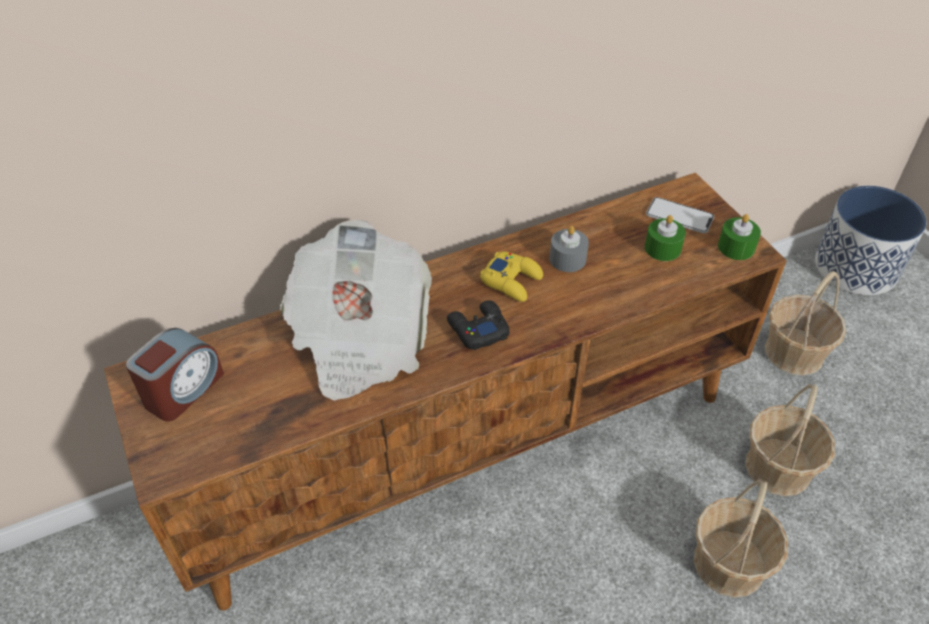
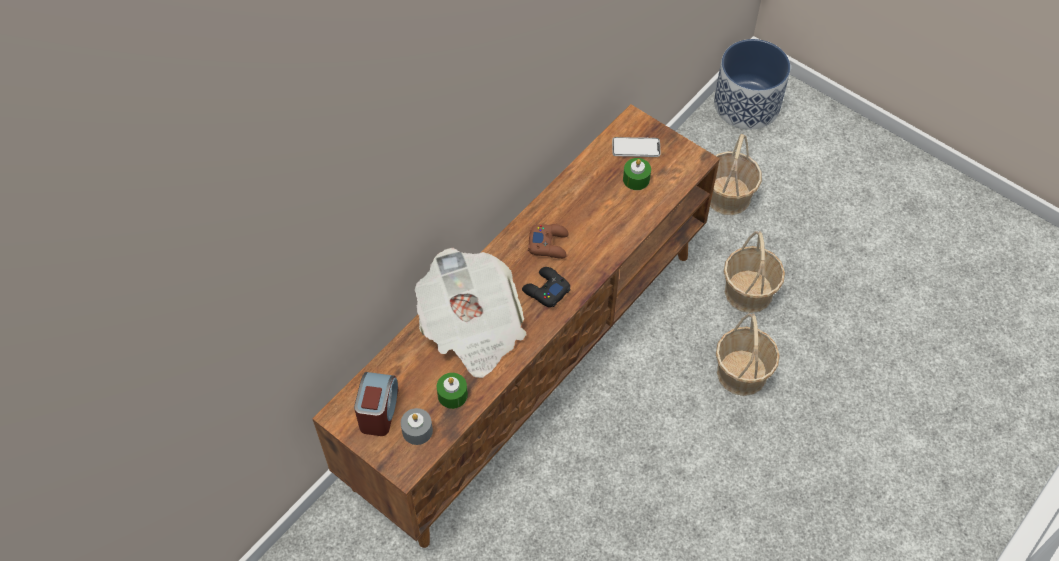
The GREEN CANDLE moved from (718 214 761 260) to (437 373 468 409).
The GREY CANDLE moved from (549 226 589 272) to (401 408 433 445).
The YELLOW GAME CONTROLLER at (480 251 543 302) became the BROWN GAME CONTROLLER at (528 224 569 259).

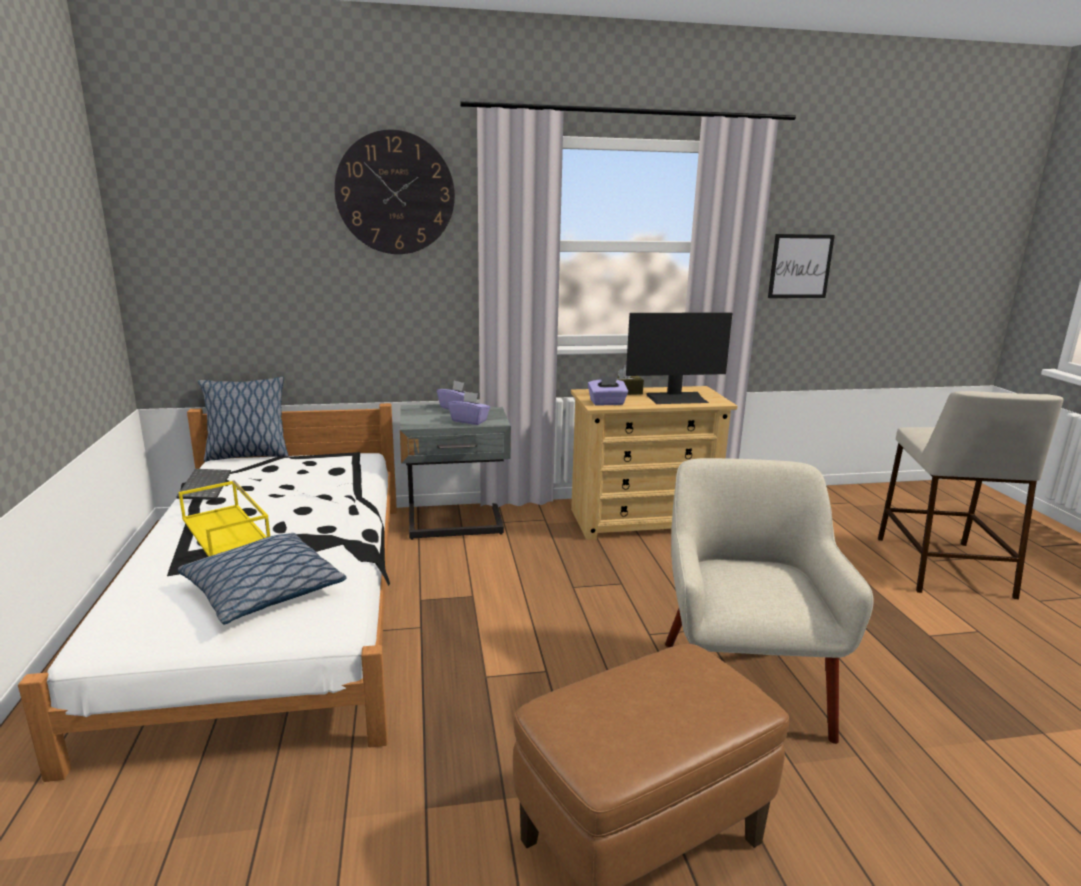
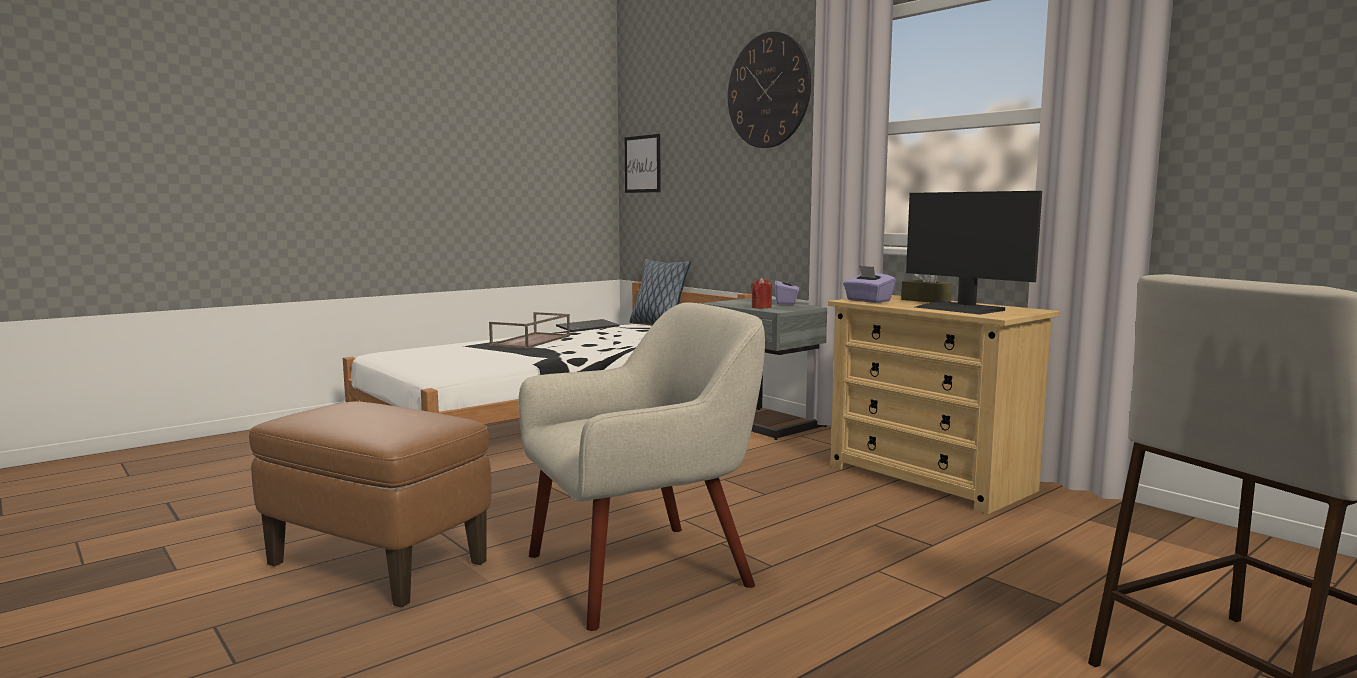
The PICTURE moved from (768 234 835 298) to (625 134 660 193).
The PURPLE TISSUE BOX at (448 392 490 425) was replaced by the RED CANDLE at (751 278 772 309).
The YELLOW TRAY at (178 480 270 557) became the BROWN TRAY at (489 312 570 349).
The PILLOW at (178 533 347 625) disappeared.

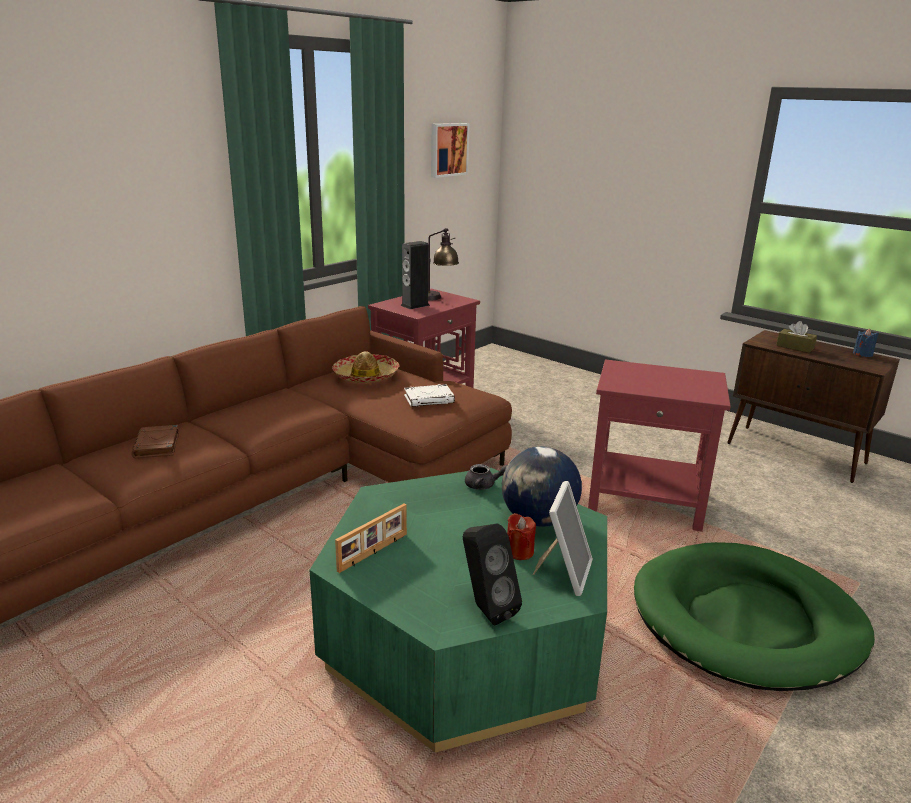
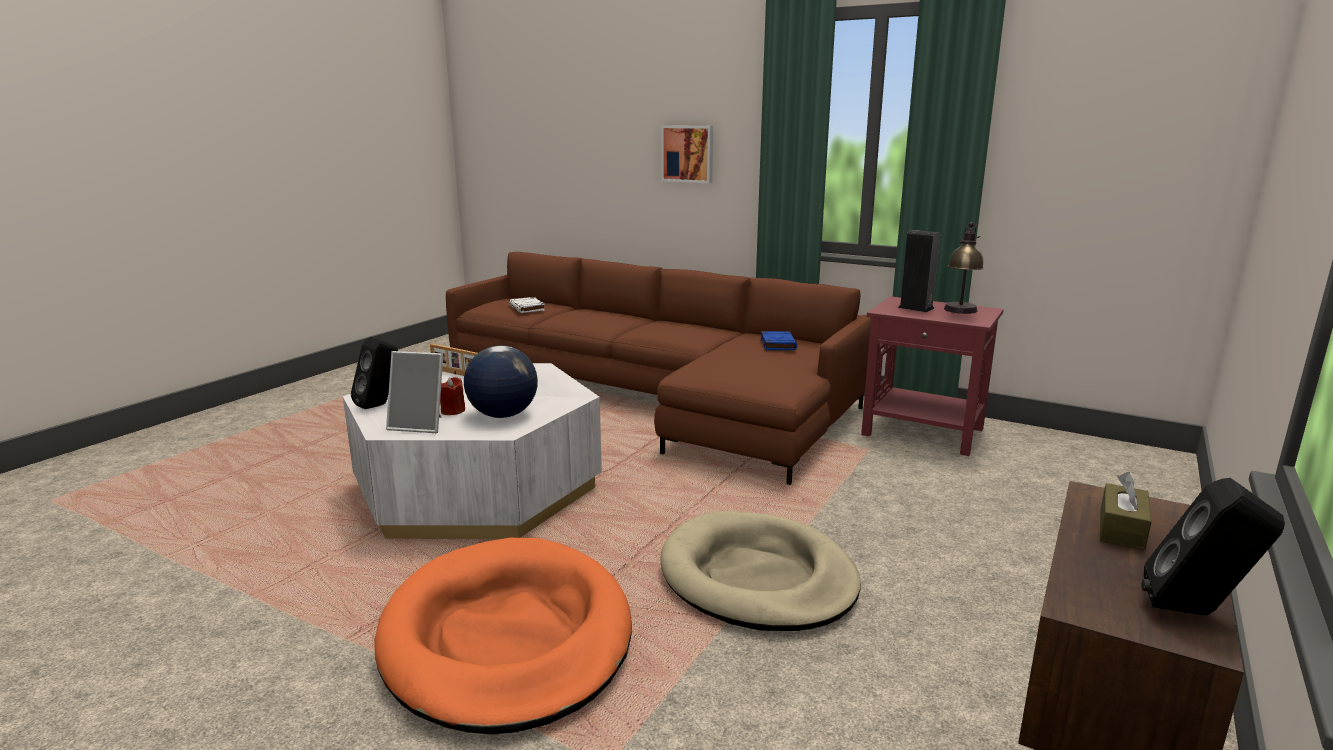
The PICTURE moved from (431 123 470 178) to (661 125 713 183).
The BLUE CANDLE at (853 329 879 357) was replaced by the BLACK SPEAKER at (1142 478 1285 615).
The HAT at (332 351 400 383) was replaced by the BLUE BOOK at (761 331 797 350).
The RED SIDE TABLE at (588 359 731 532) was replaced by the BEIGE DOG BED at (660 511 861 631).
The WHITE BOOK moved from (404 384 455 407) to (509 297 545 313).
The BROWN BOOK at (131 425 179 459) disappeared.
The GREY TEAPOT at (465 464 507 490) disappeared.
The GREEN COFFEE TABLE at (310 468 607 753) became the WHITE COFFEE TABLE at (343 363 602 539).
The GREEN DOG BED at (634 542 875 691) became the ORANGE DOG BED at (374 538 632 735).

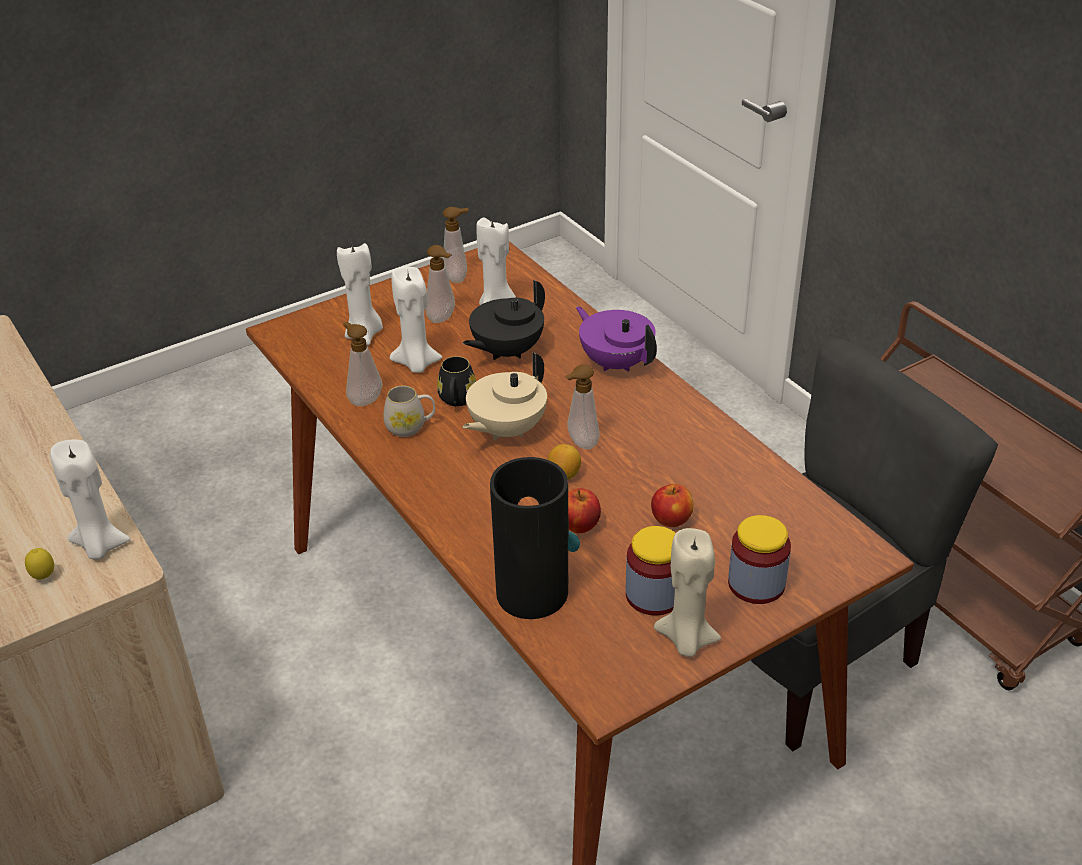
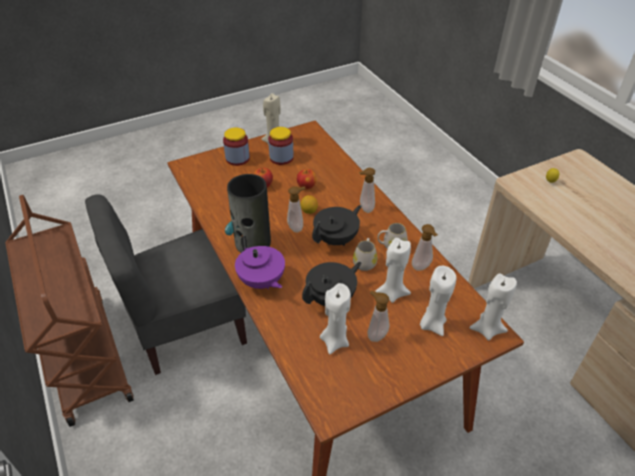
The SOAP DISPENSER moved from (443 207 469 283) to (359 168 375 213).
The BEIGE TEAPOT at (463 352 547 441) became the BLACK TEAPOT at (312 205 361 246).
The BLACK MUG at (437 356 476 406) became the WHITE MUG at (353 238 377 271).
The WHITE CANDLE moved from (50 440 130 560) to (469 273 517 341).
The VASE moved from (490 457 580 619) to (225 174 271 253).

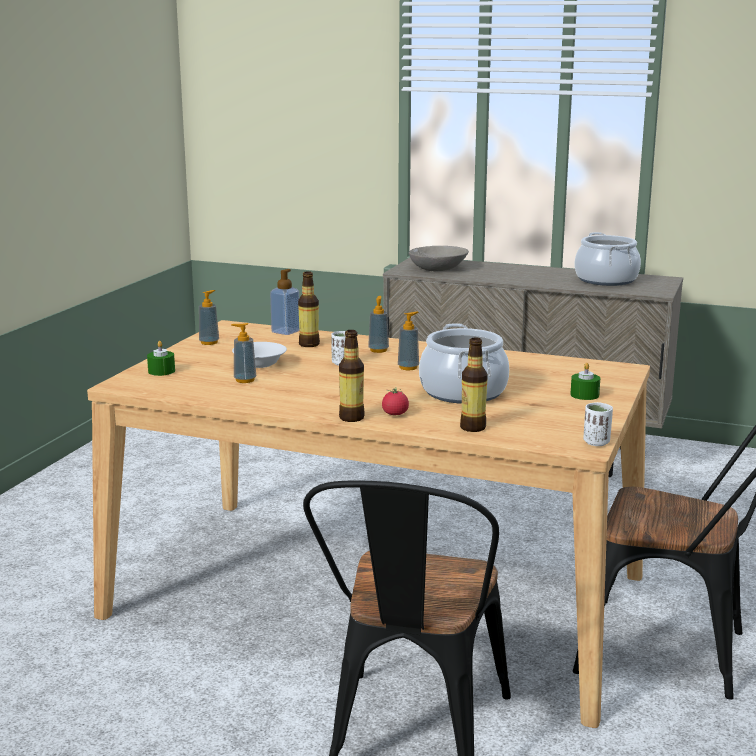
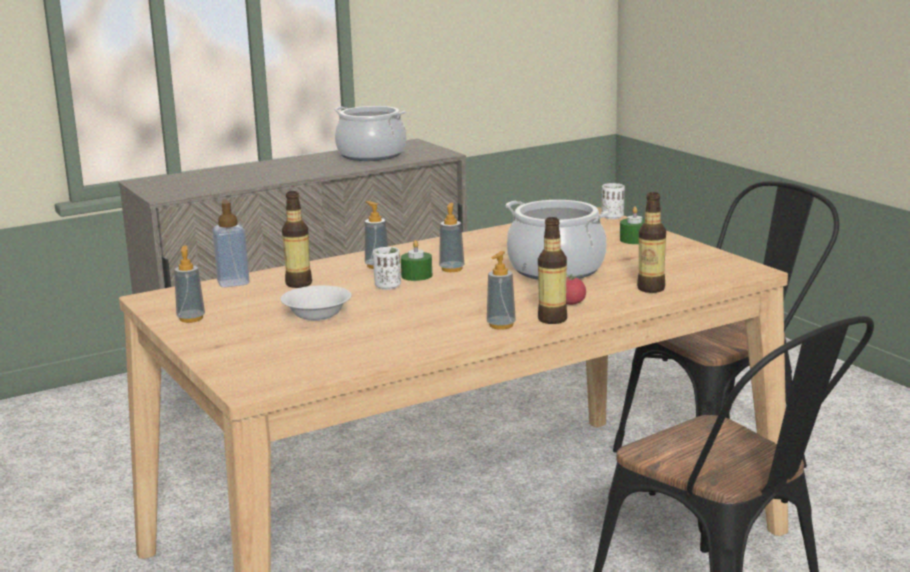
The GREY BOWL at (409 246 469 271) disappeared.
The SOAP DISPENSER moved from (231 323 256 383) to (487 251 516 330).
The GREEN CANDLE moved from (147 341 175 376) to (401 240 432 281).
The WHITE CUP moved from (583 402 613 446) to (602 183 625 219).

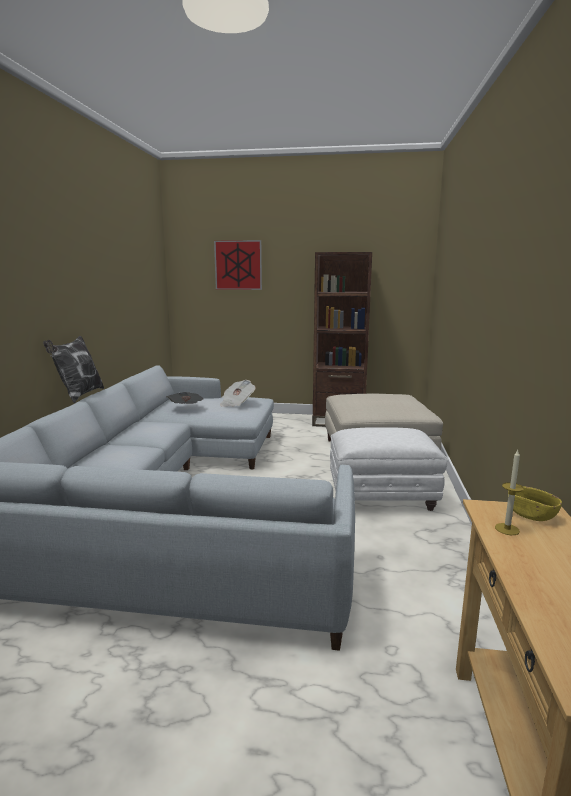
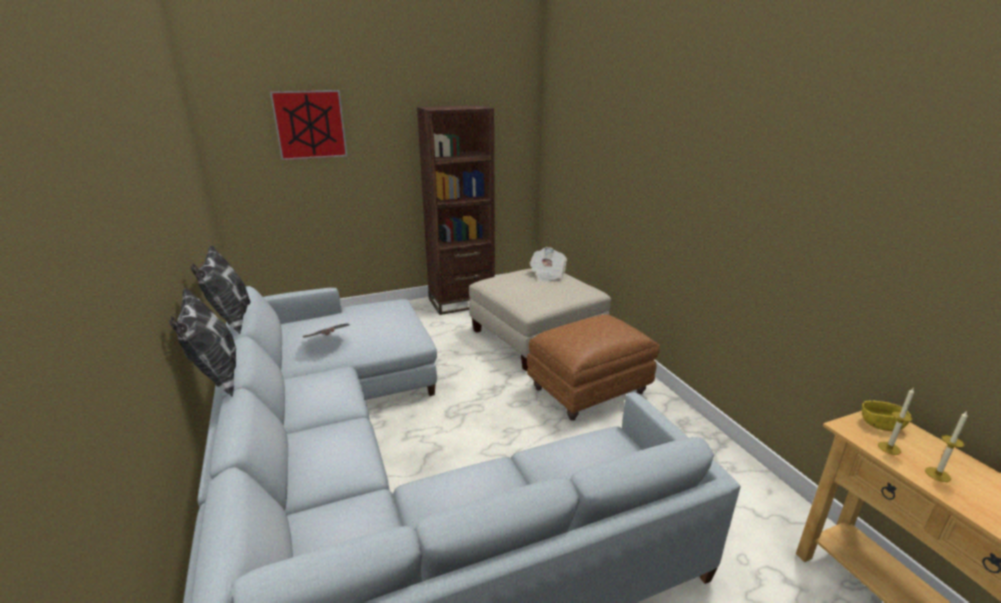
The NEWSPAPER moved from (220 380 255 407) to (529 247 567 282).
The WHITE OTTOMAN at (330 427 448 511) became the BROWN OTTOMAN at (527 314 660 421).
The PILLOW at (190 245 251 334) appeared.
The CANDLE at (925 411 968 482) appeared.

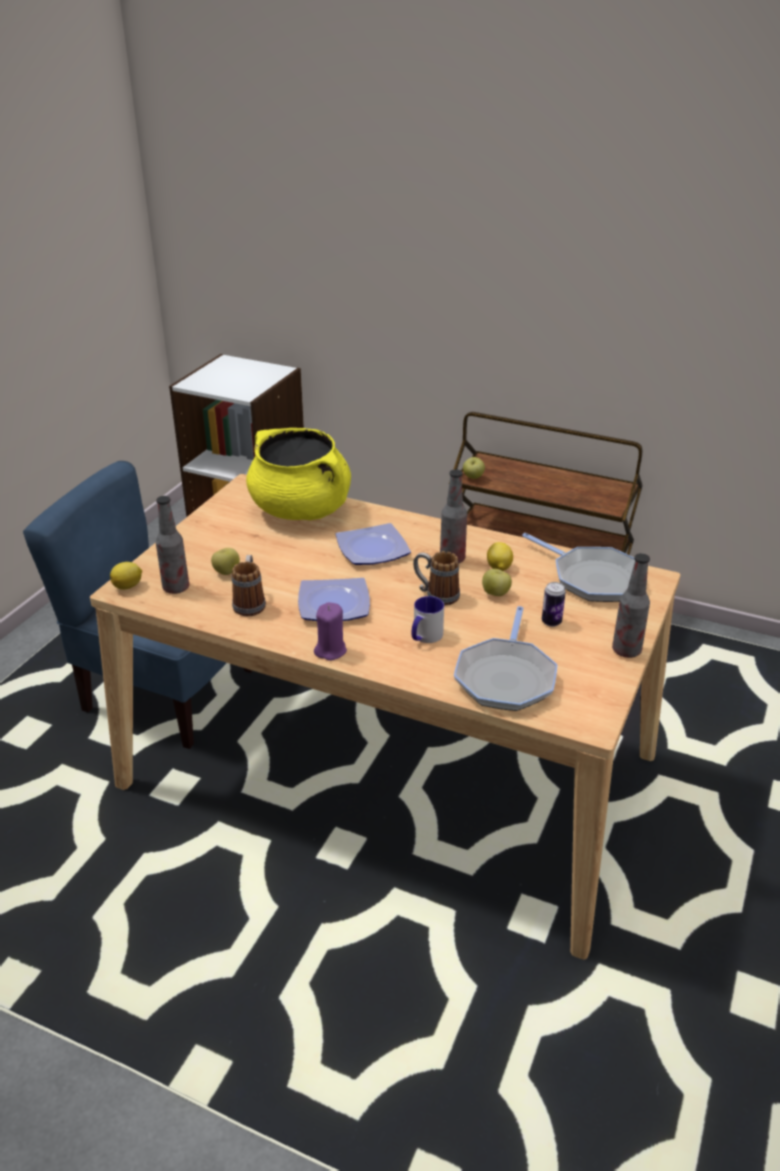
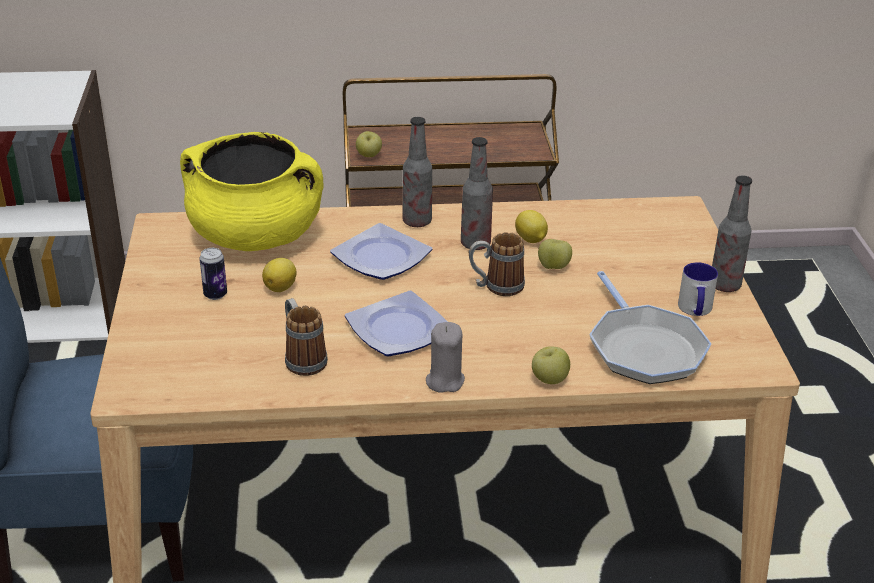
The BOTTLE moved from (156 496 189 594) to (402 117 432 227).
The FRYING PAN at (522 533 635 602) disappeared.
The APPLE moved from (211 548 240 575) to (532 346 570 384).
The LEMON moved from (110 562 142 590) to (262 258 296 292).
The CAN moved from (542 582 566 627) to (199 248 227 300).
The MUG moved from (412 596 444 643) to (678 262 718 316).
The PURPLE CANDLE at (314 602 347 661) became the GREY CANDLE at (426 322 465 393).

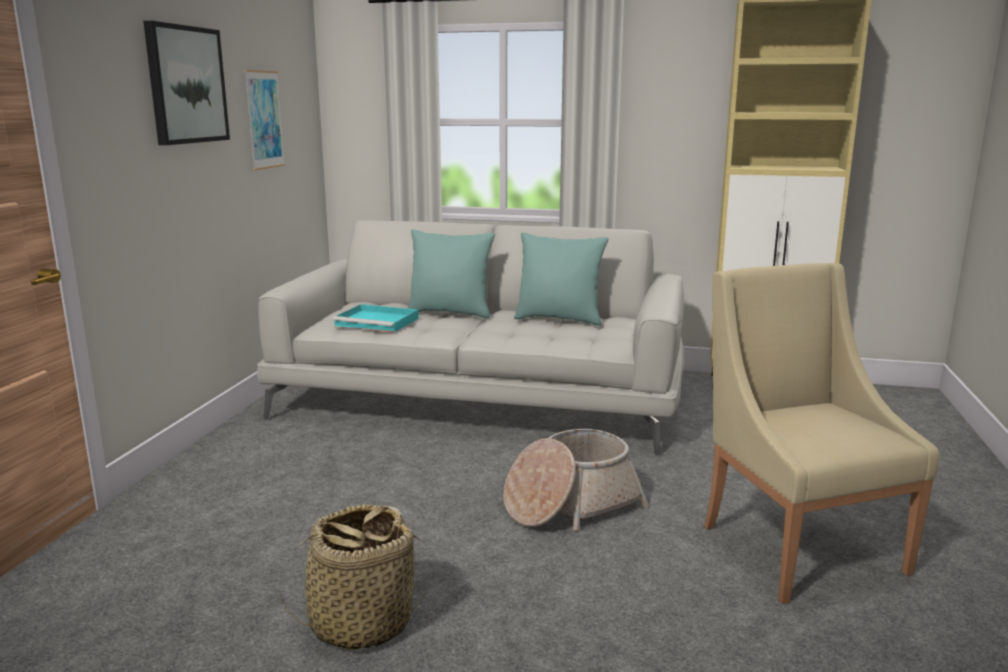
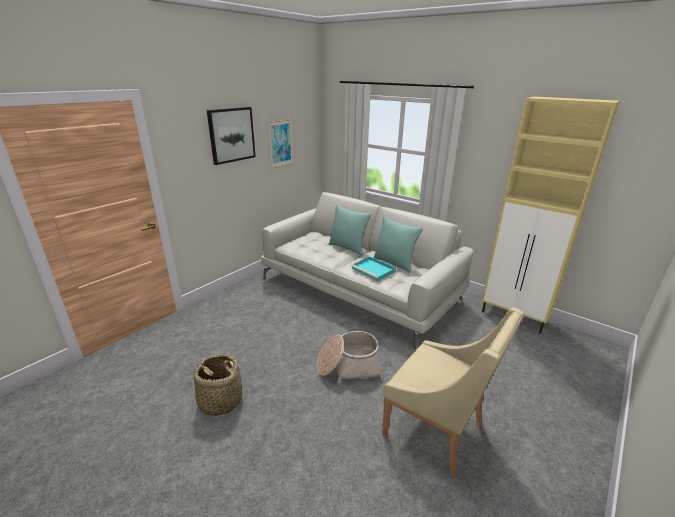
The BEIGE ARMCHAIR at (704 263 939 604) turned 120 degrees clockwise.
The TURQUOISE TRAY moved from (333 304 419 332) to (351 256 396 281).

